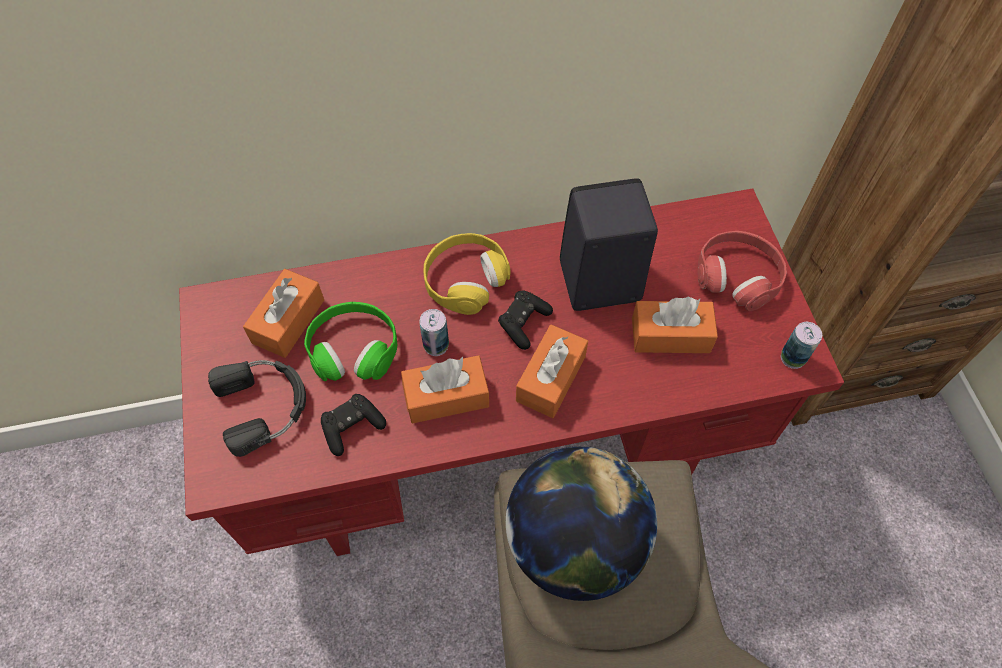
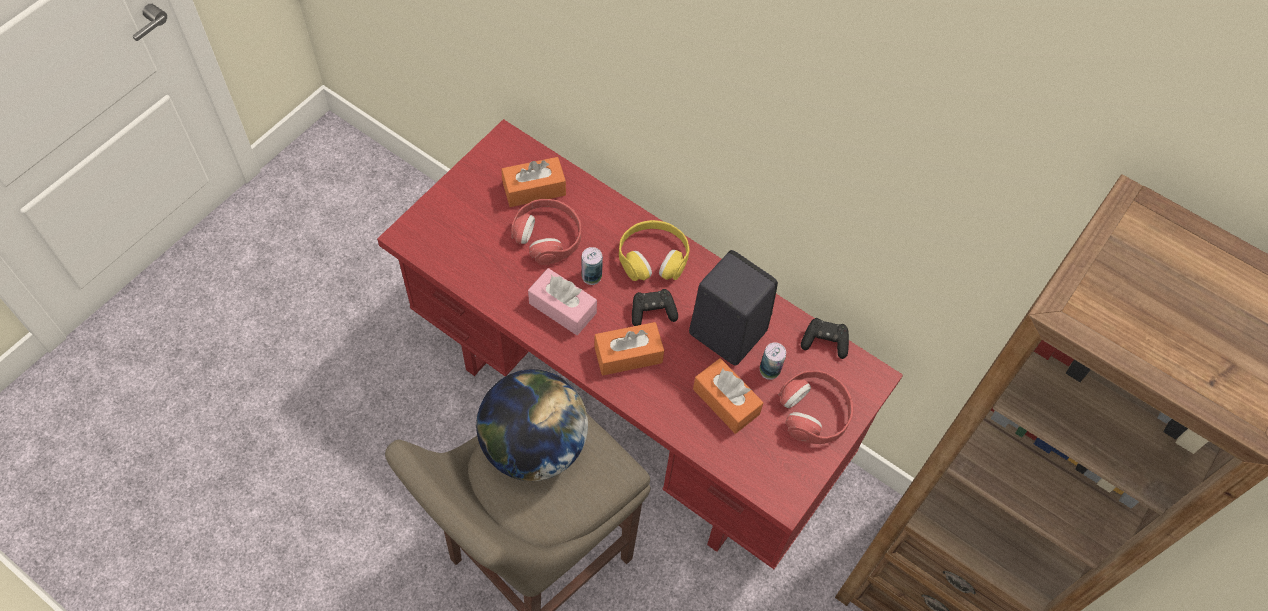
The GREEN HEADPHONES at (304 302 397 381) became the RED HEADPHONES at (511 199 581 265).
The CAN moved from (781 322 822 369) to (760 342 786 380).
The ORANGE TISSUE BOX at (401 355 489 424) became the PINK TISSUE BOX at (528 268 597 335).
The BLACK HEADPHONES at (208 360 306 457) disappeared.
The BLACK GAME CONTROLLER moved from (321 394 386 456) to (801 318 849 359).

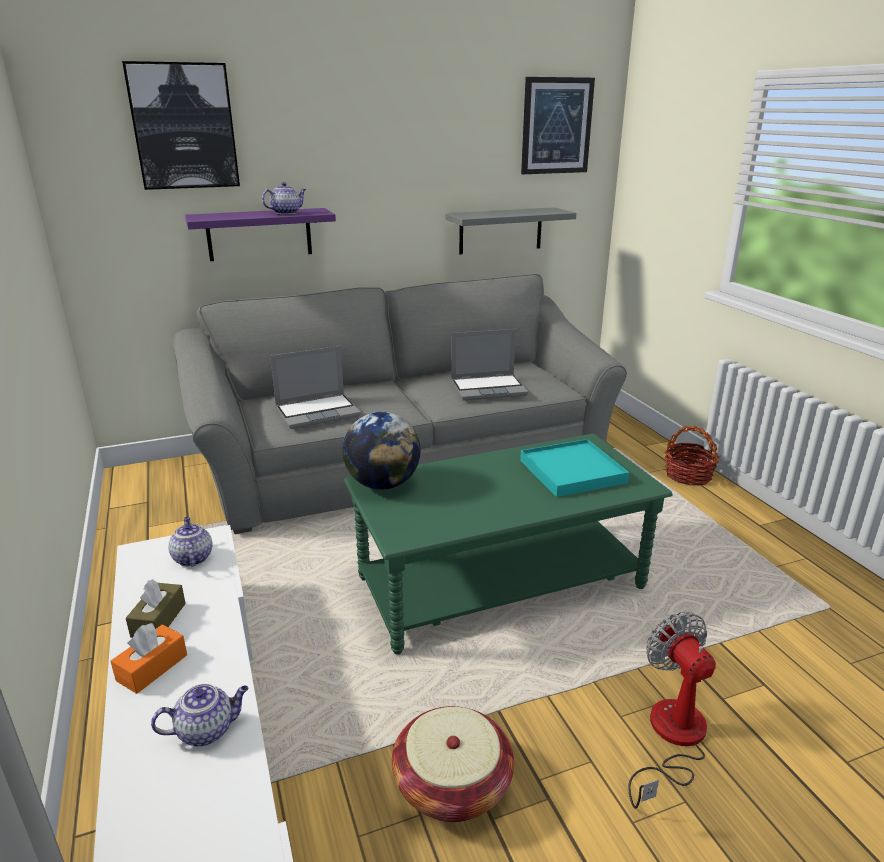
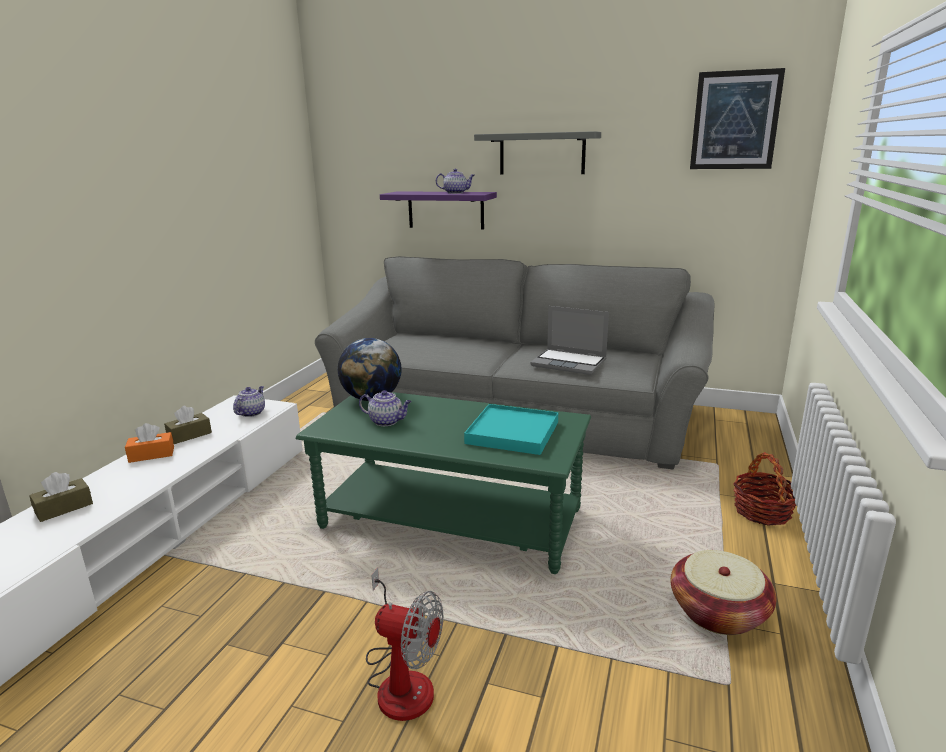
The PICTURE at (122 61 240 190) disappeared.
The GREY SHELF moved from (445 207 576 254) to (474 131 601 174).
The LAPTOP at (270 346 361 429) disappeared.
The FAN at (629 612 716 809) turned 90 degrees clockwise.
The TEAPOT moved from (151 684 249 747) to (359 390 412 426).
The BASKET moved from (392 706 514 822) to (670 550 777 635).
The BROWN TISSUE BOX at (29 472 93 522) appeared.

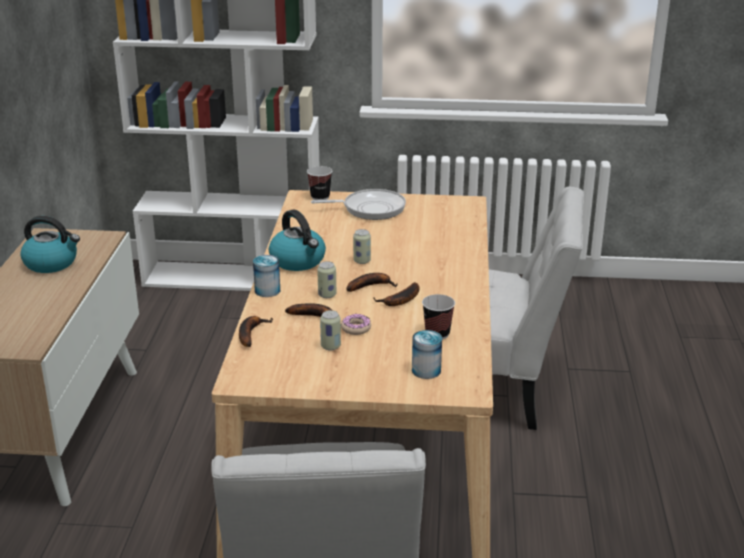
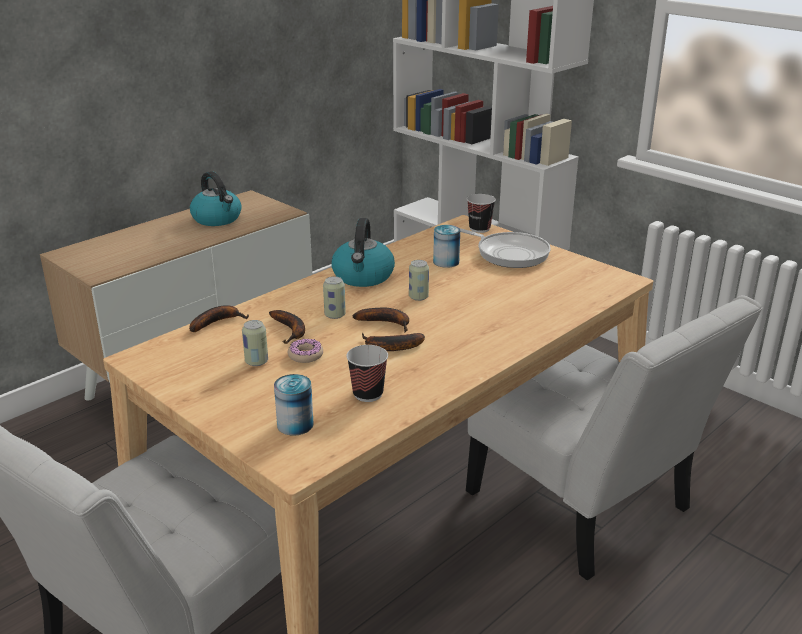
The CAN moved from (253 255 280 297) to (433 225 460 268).

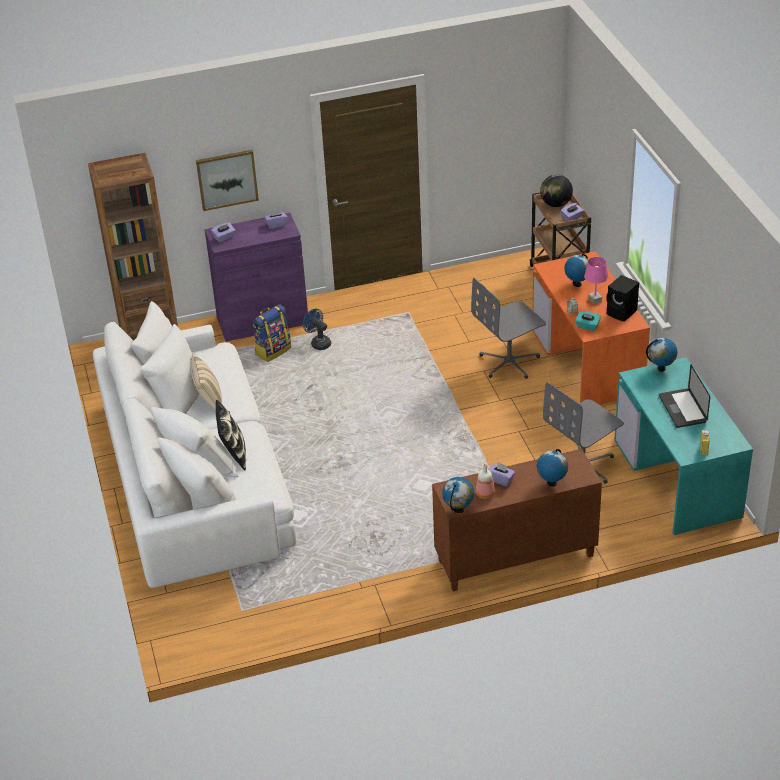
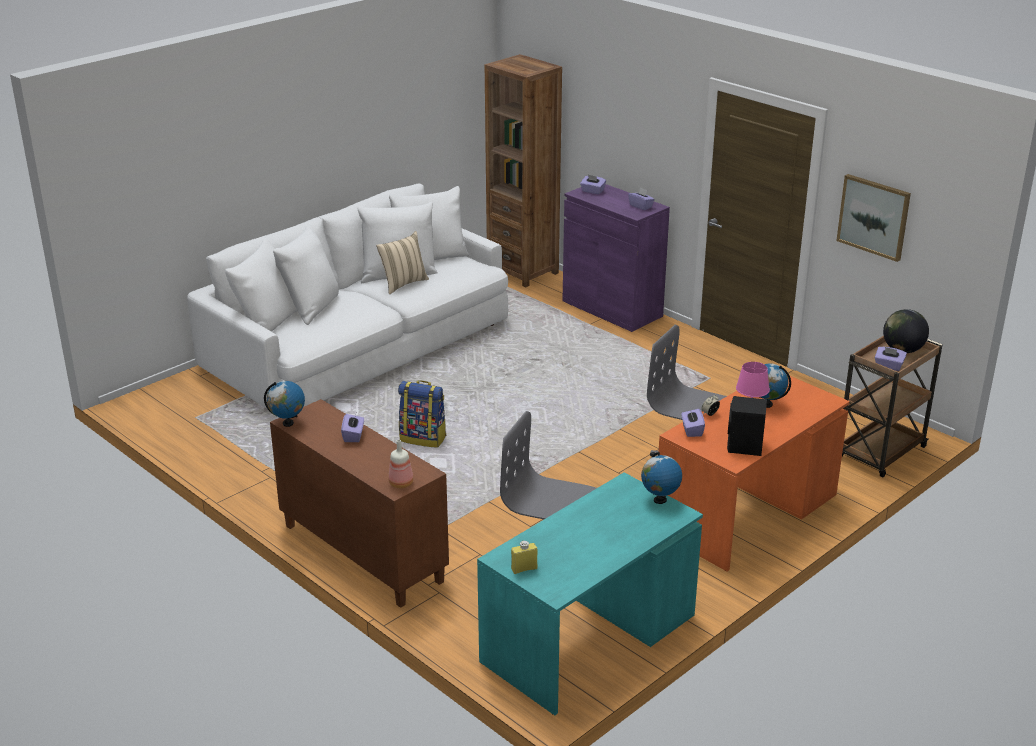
The PICTURE moved from (196 150 259 211) to (836 174 911 262).
The BACKPACK moved from (253 304 291 362) to (398 380 446 448).
The BLUE FAN at (303 309 331 350) disappeared.
The TURQUOISE TISSUE BOX at (575 311 601 331) became the PURPLE TISSUE BOX at (681 409 705 437).
The LAPTOP at (659 364 710 428) disappeared.
The PILLOW at (216 400 246 470) disappeared.
The GLOBE at (537 449 568 487) disappeared.
The BOTTLE moved from (476 464 495 499) to (389 440 414 488).

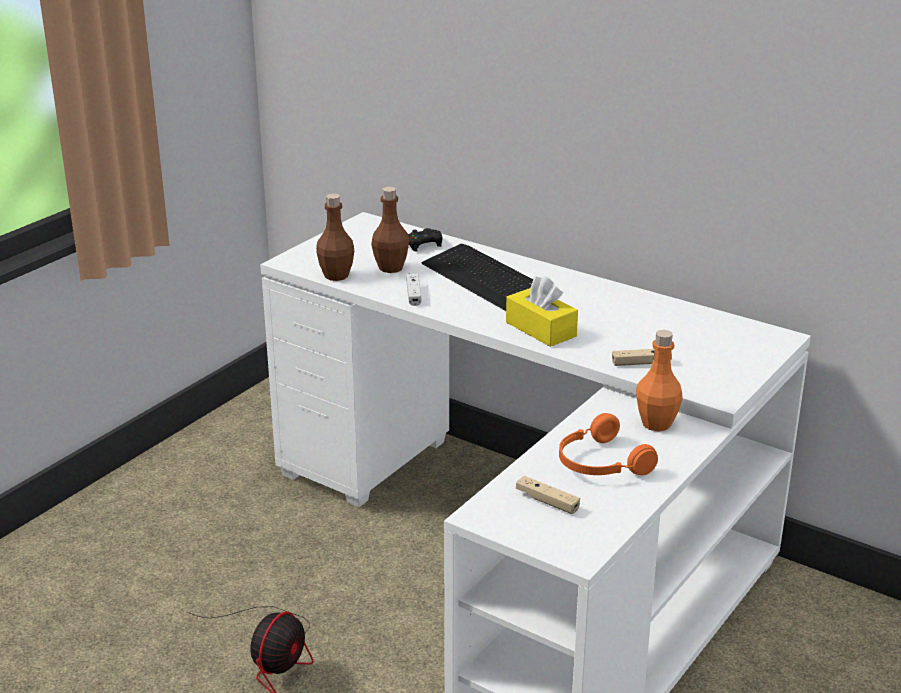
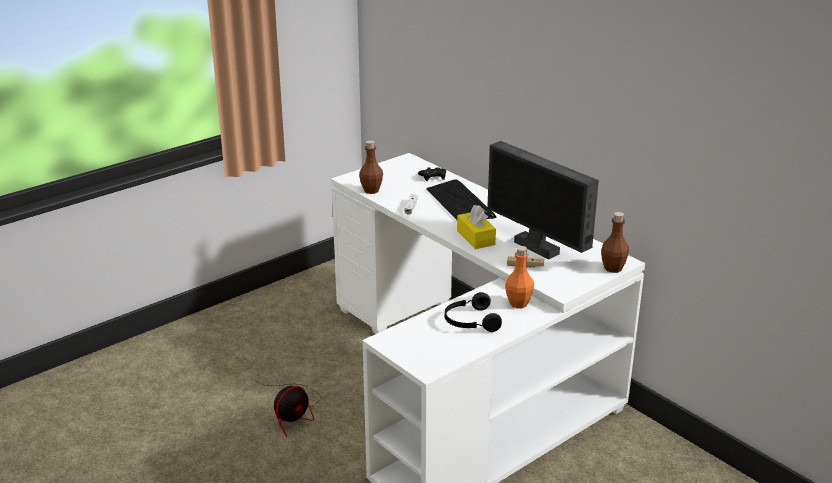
The BROWN BOTTLE moved from (371 187 409 273) to (601 212 629 273).
The ORANGE HEADPHONES at (559 413 658 475) became the BLACK HEADPHONES at (445 292 502 332).
The BEIGE GAME CONTROLLER at (516 476 580 514) disappeared.
The MONITOR at (487 141 599 259) appeared.

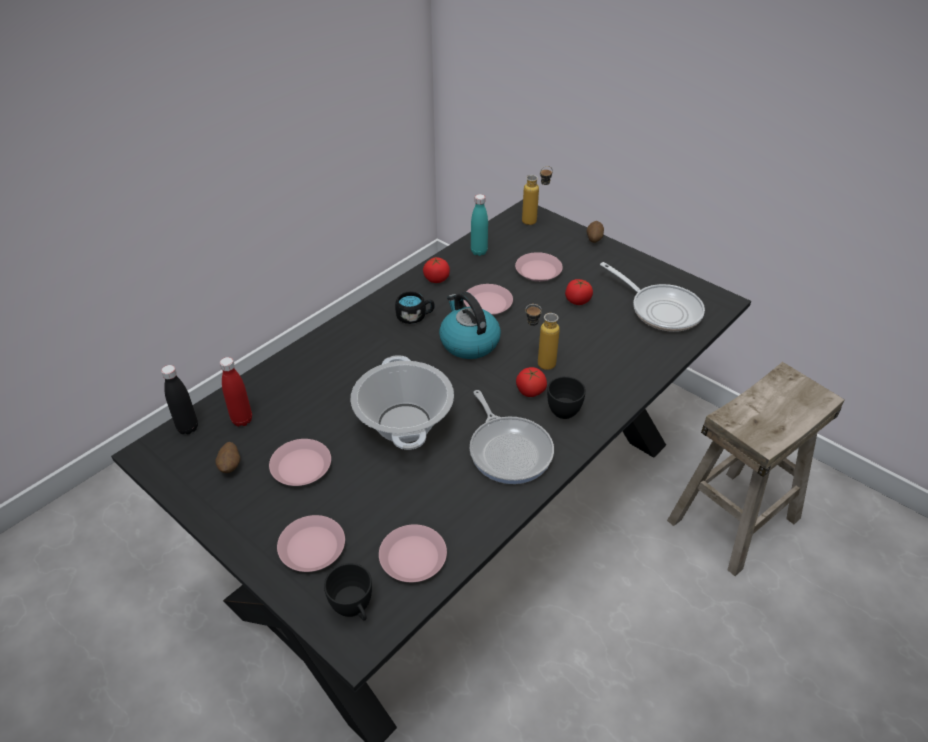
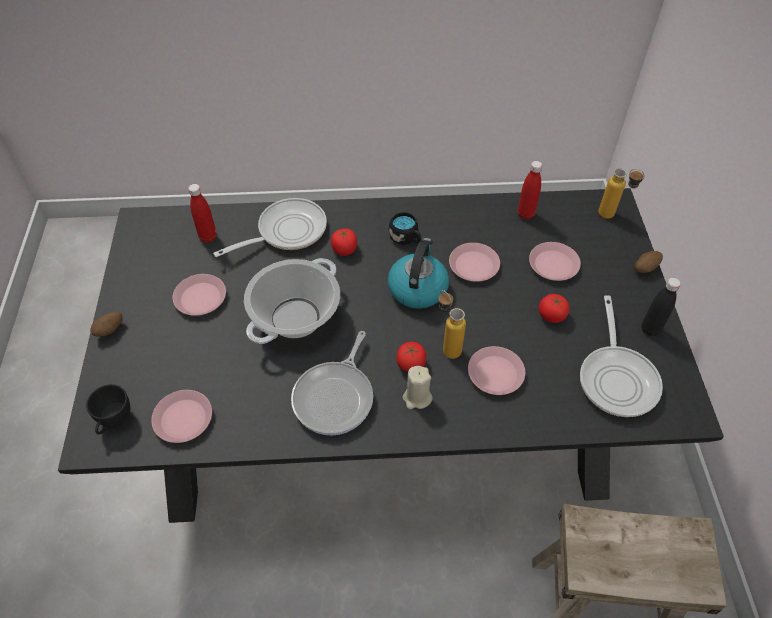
The TURQUOISE BOTTLE at (471 194 488 256) became the RED BOTTLE at (518 161 542 220).
The TOMATO moved from (423 257 450 283) to (331 229 357 256).
The BLACK BOTTLE moved from (161 365 198 434) to (642 278 681 336).
The BLACK CUP at (547 376 586 419) was replaced by the BEIGE CANDLE at (403 366 433 409).
The POTATO moved from (215 442 241 473) to (90 311 123 337).
The PINK PLATE moved from (277 515 345 572) to (468 346 525 395).
The FRYING PAN at (213 198 327 257) appeared.

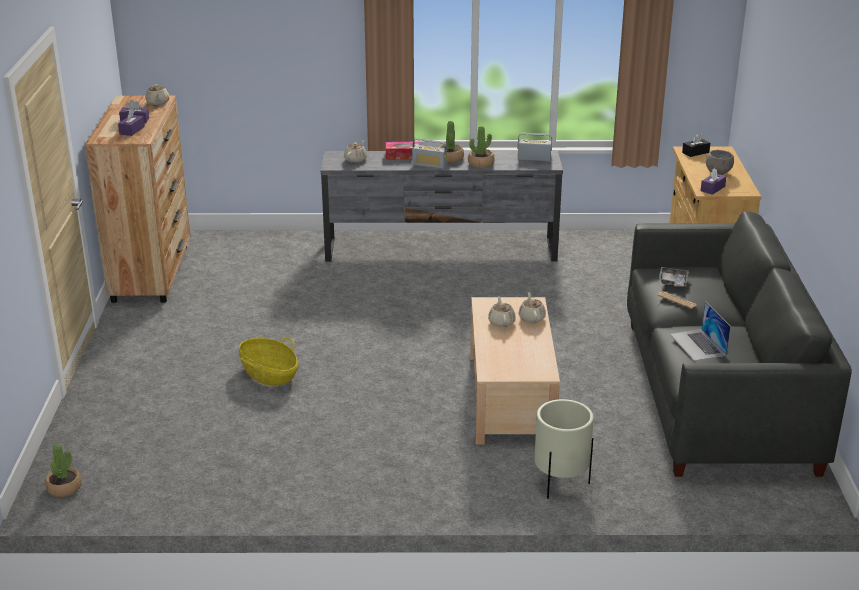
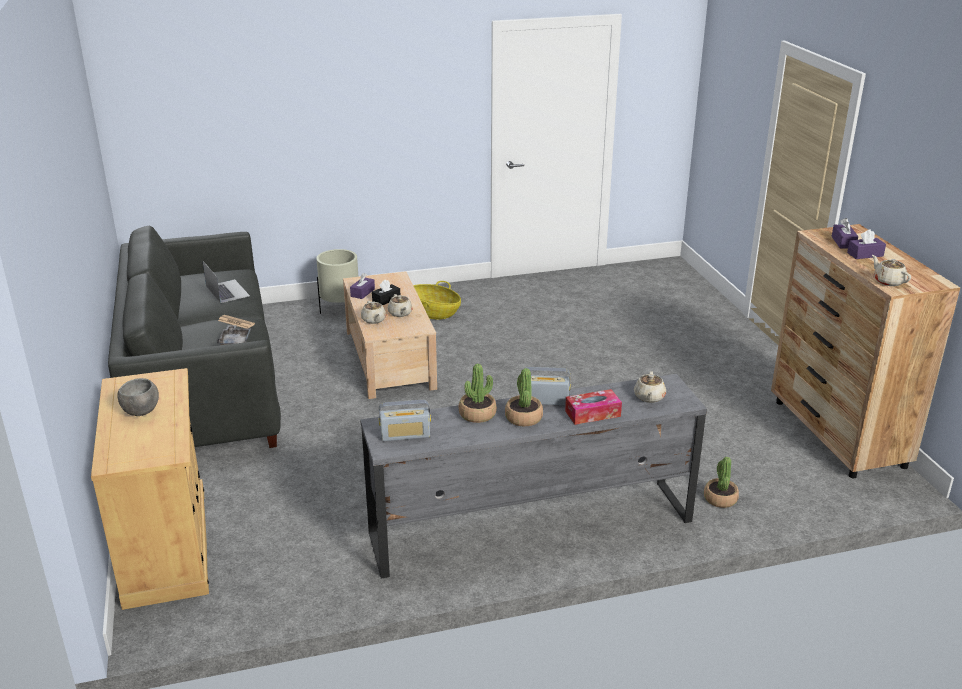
The BLACK TISSUE BOX moved from (682 133 710 157) to (372 279 400 305).
The PURPLE TISSUE BOX moved from (700 168 726 195) to (350 273 375 299).
The BASKET moved from (239 337 298 386) to (413 281 461 319).
The POTTED PLANT moved from (45 444 82 497) to (704 457 739 508).

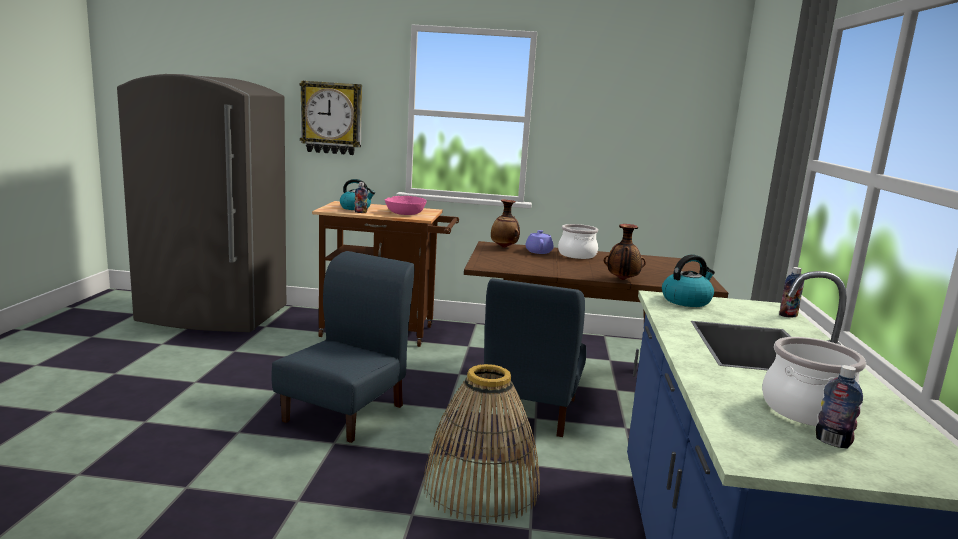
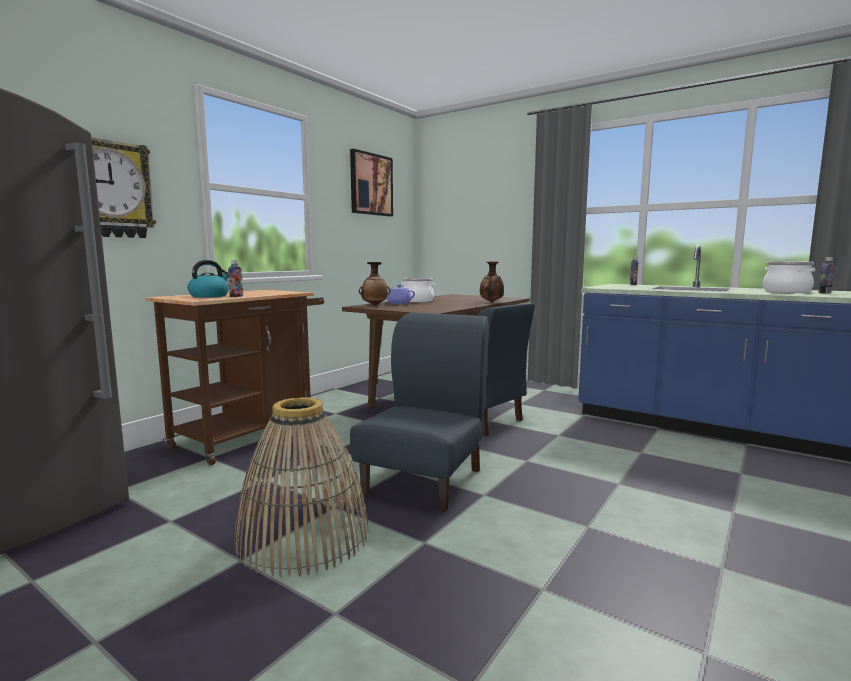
The PINK BOWL at (385 196 427 215) disappeared.
The BLUE CHAIR at (271 251 414 443) turned 60 degrees clockwise.
The KETTLE at (662 254 715 307) disappeared.
The BASKET moved from (423 364 540 523) to (234 397 369 577).
The PICTURE at (350 149 393 217) appeared.

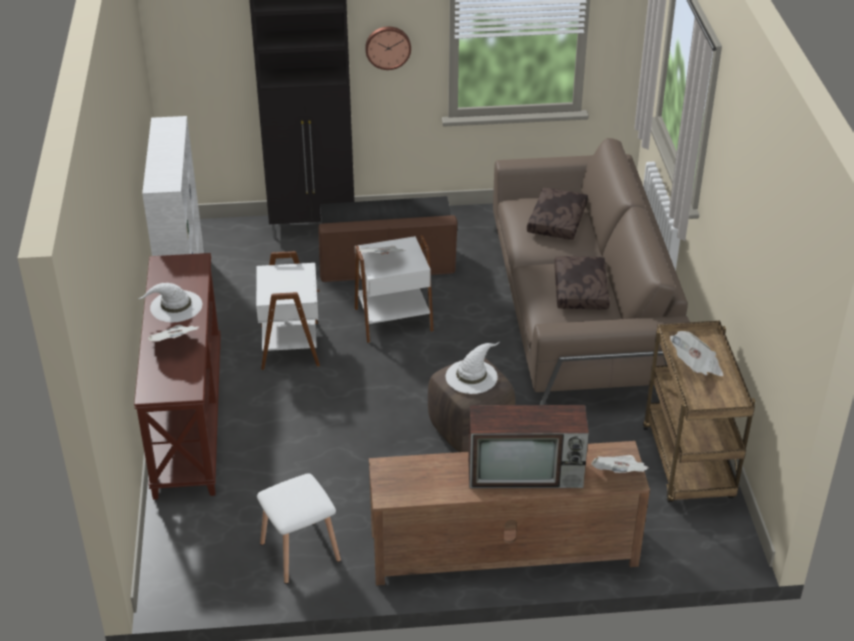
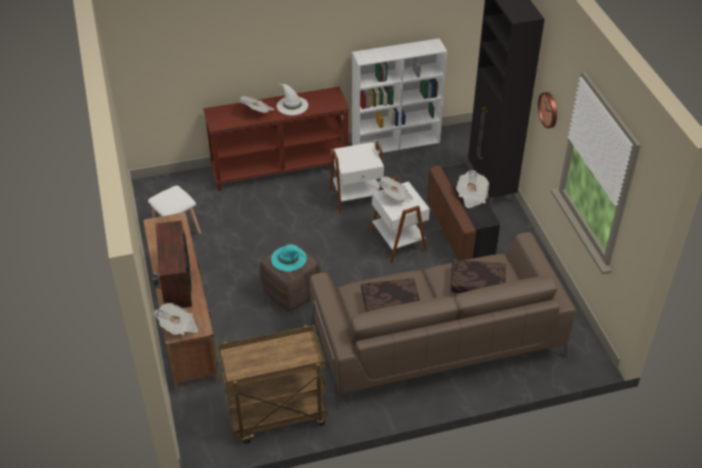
The NEWSPAPER moved from (670 331 724 376) to (456 170 489 208).
The WHITE HAT at (446 342 499 394) became the TURQUOISE HAT at (271 244 307 271).

